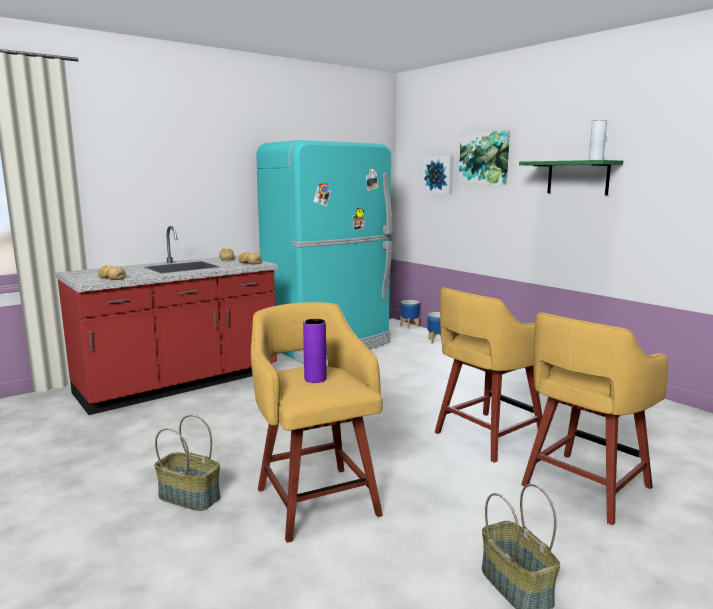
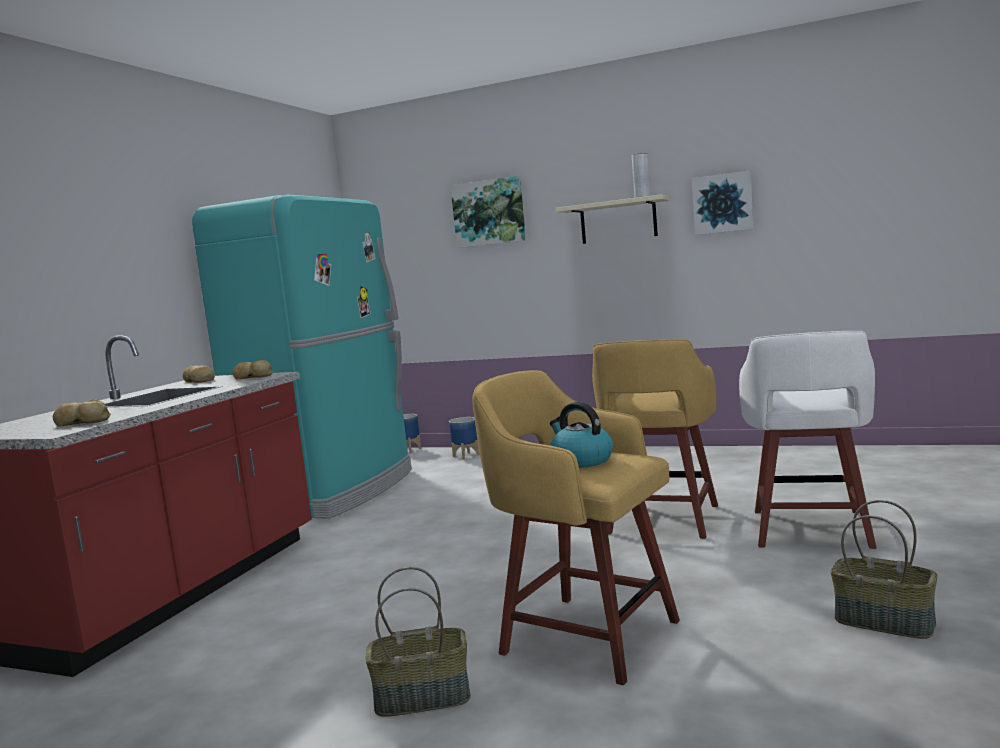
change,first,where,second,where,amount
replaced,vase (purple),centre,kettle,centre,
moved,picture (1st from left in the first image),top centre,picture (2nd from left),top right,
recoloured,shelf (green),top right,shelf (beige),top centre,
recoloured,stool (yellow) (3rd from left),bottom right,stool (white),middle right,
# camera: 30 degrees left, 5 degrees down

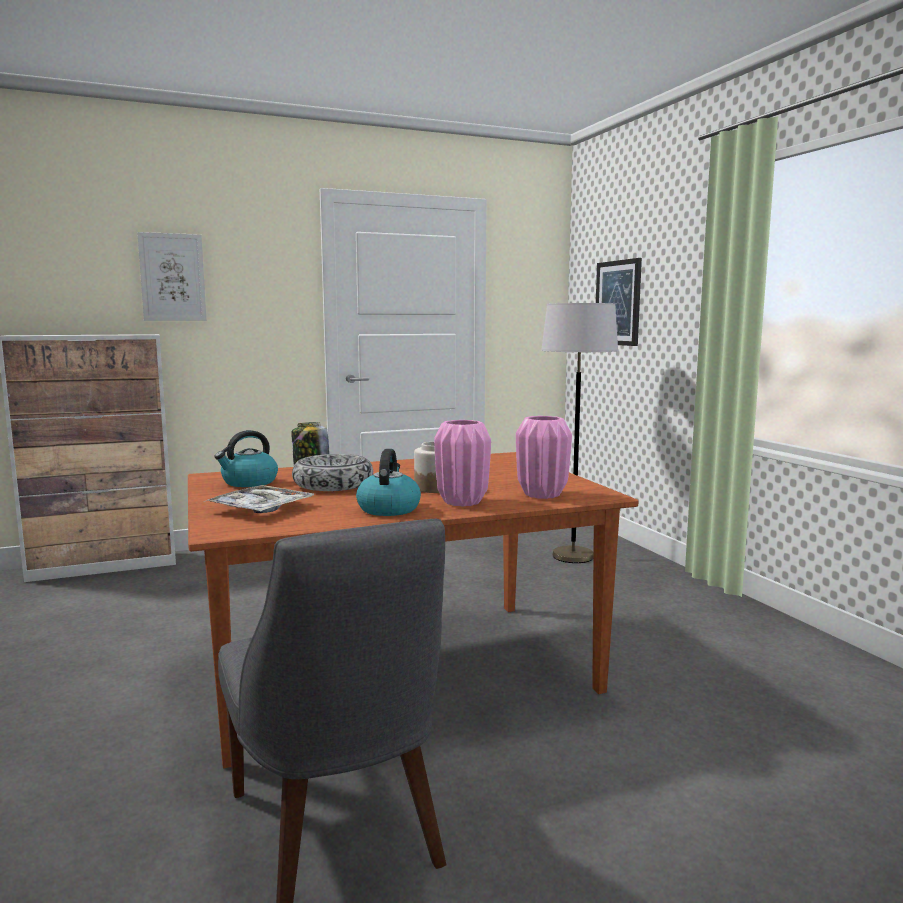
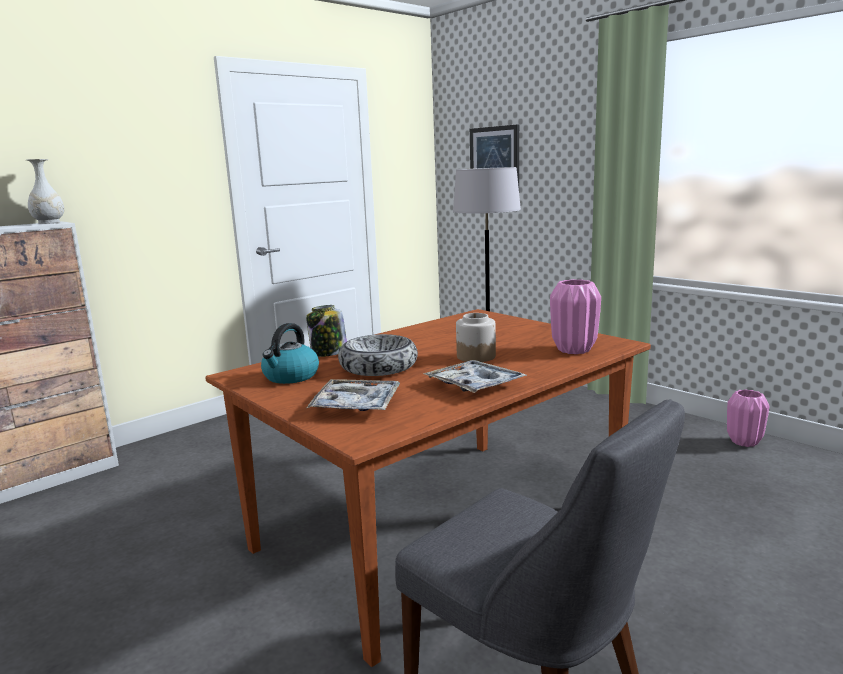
change,first,where,second,where,amount
removed,picture (1st from left),top left,,,
replaced,kettle (2nd from left),centre,tray (2nd from left),centre,
moved,vase (pink) (1st from left in the first image),centre,vase (pink) (2nd from left),middle right,
added,,,vase (white),top left,
# camera: 20 degrees left, 5 degrees up

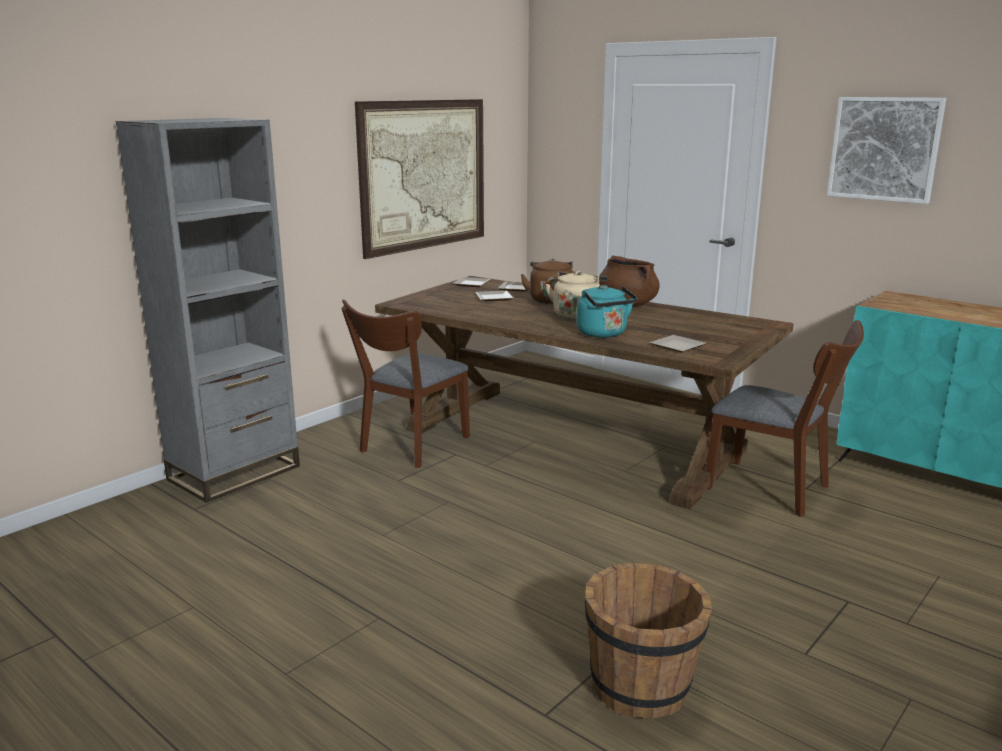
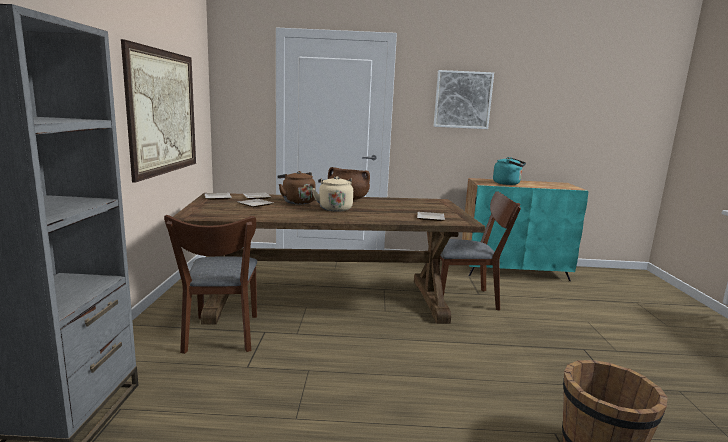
change,first,where,second,where,amount
moved,kettle (turquoise),centre,,middle right,
# camera: 40 degrees left, 5 degrees down

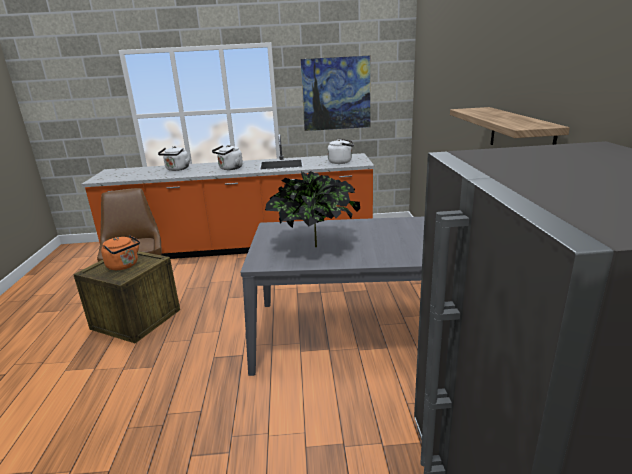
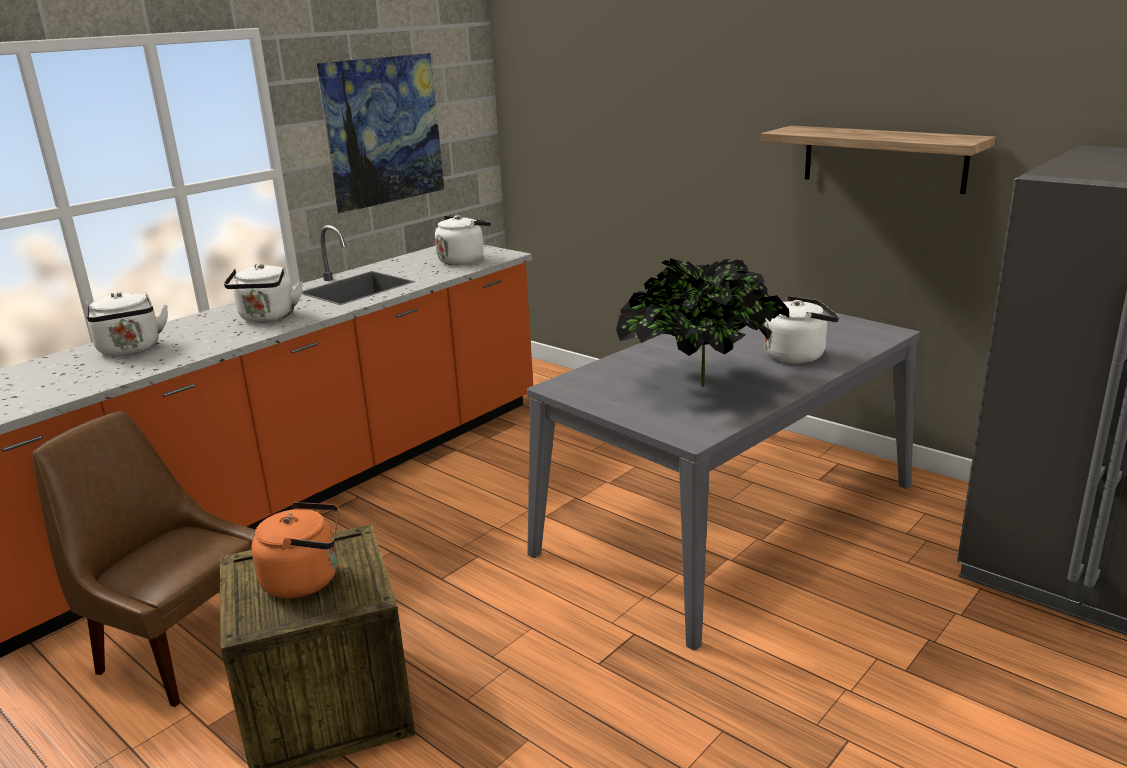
change,first,where,second,where,amount
added,,,kettle (white) (4th from left),middle right,
# camera: 45 degrees left, 0 degrees up

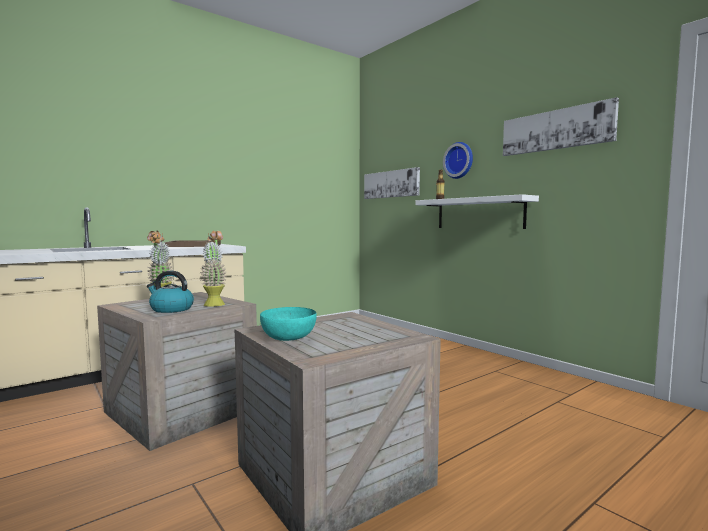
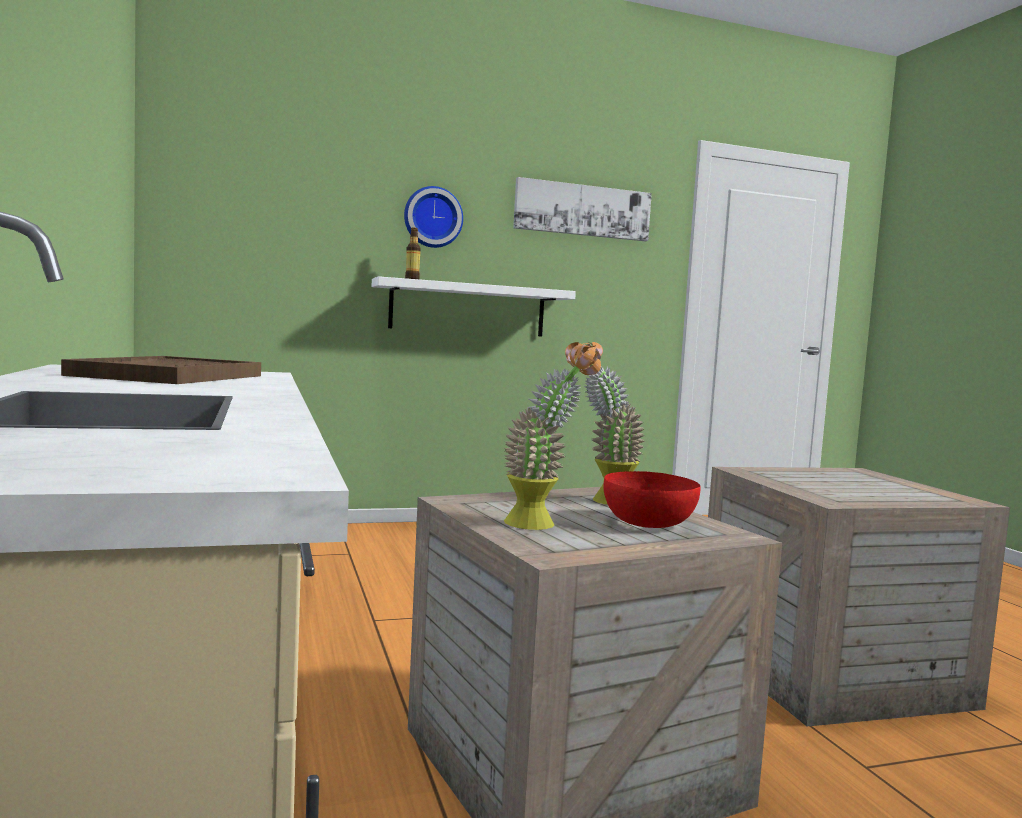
change,first,where,second,where,amount
replaced,kettle,middle left,bowl (red),centre,
removed,bowl (turquoise),centre,,,
removed,picture (1st from left),centre,,,
# camera: 70 degrees left, 0 degrees up

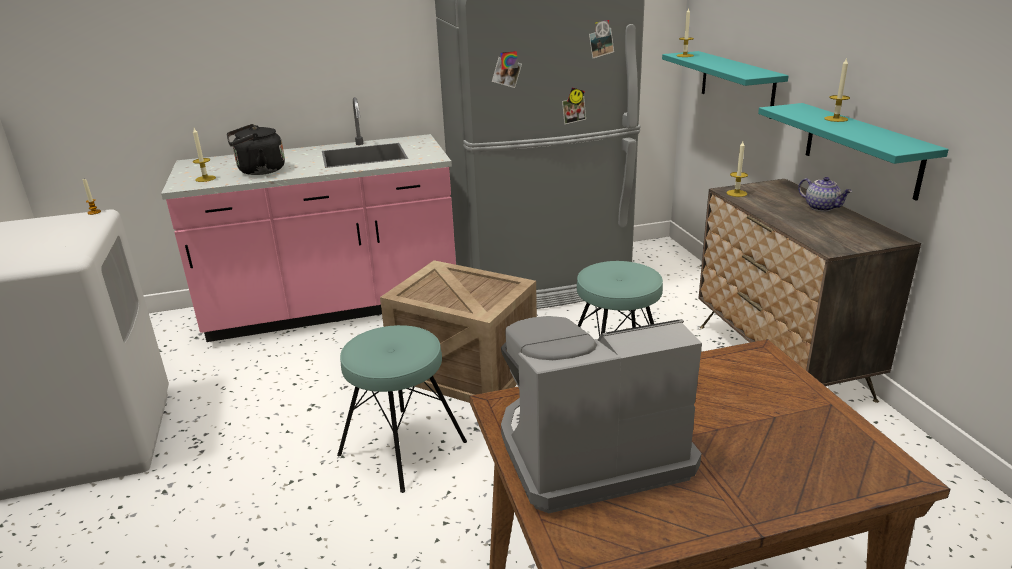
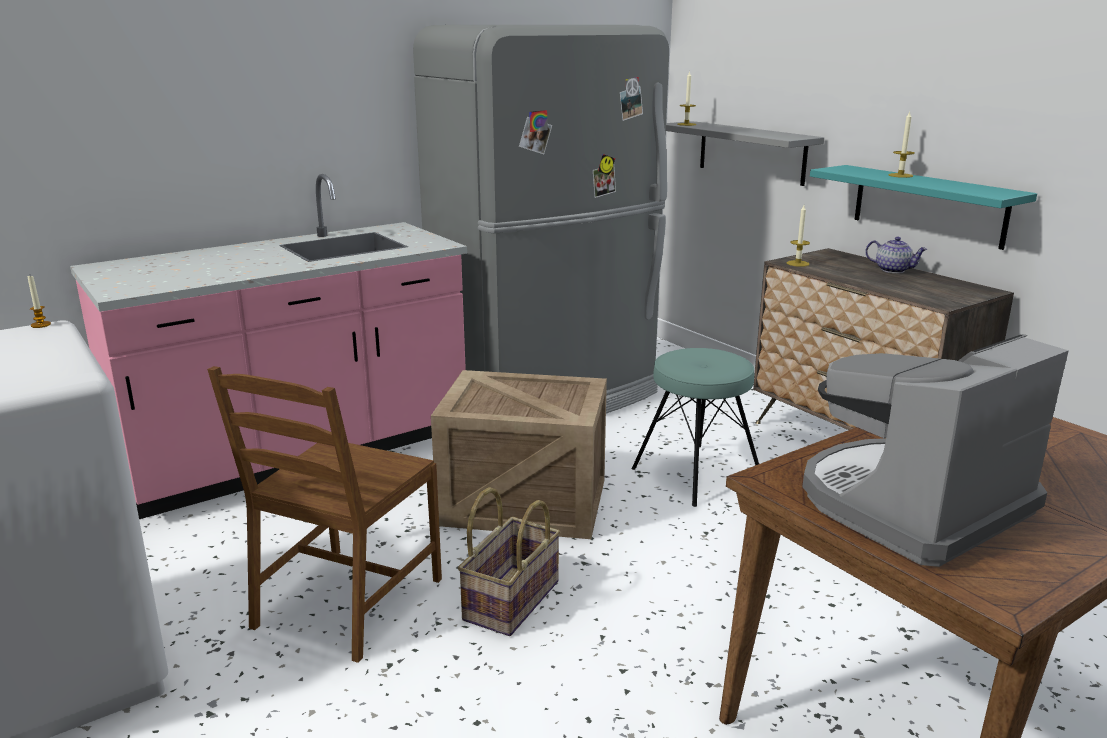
change,first,where,second,where,amount
removed,candle (2nd from left),top left,,,
removed,kettle (black),top left,,,
replaced,stool (turquoise) (1st from left),bottom centre,basket,bottom centre,
recoloured,shelf (turquoise) (1st from left),top right,shelf (grey),top right,
added,,,chair (brown),bottom left,
# camera: 20 degrees left, 5 degrees down

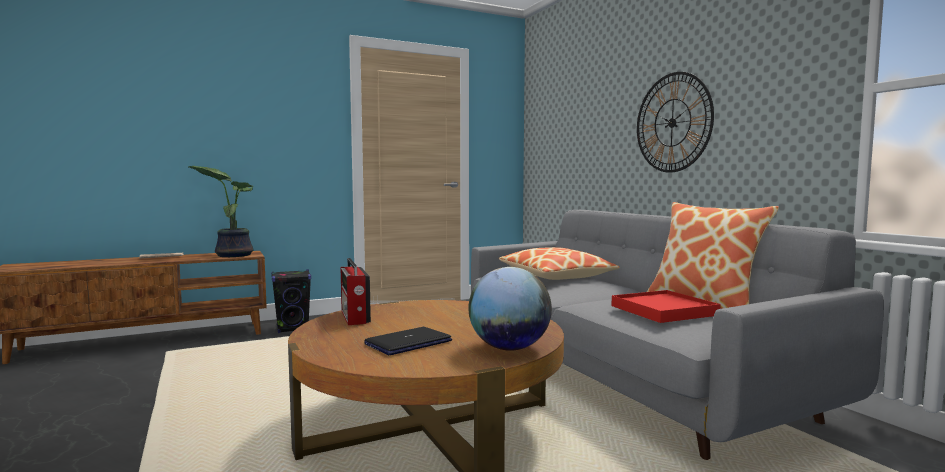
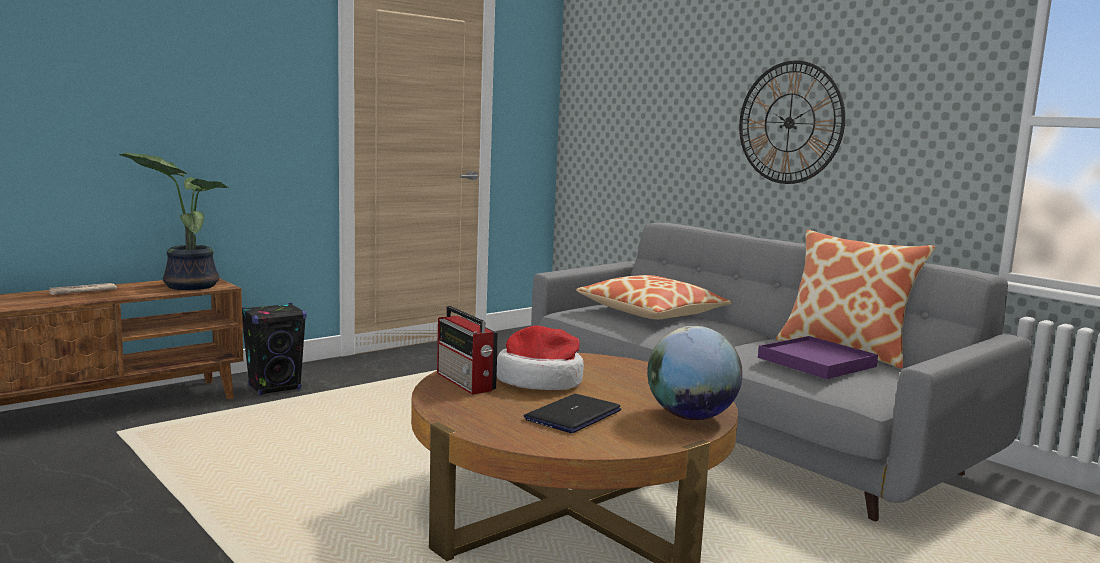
change,first,where,second,where,amount
recoloured,tray (red),middle right,tray (purple),middle right,
added,,,hat,centre,
# camera: 15 degrees left, 5 degrees up

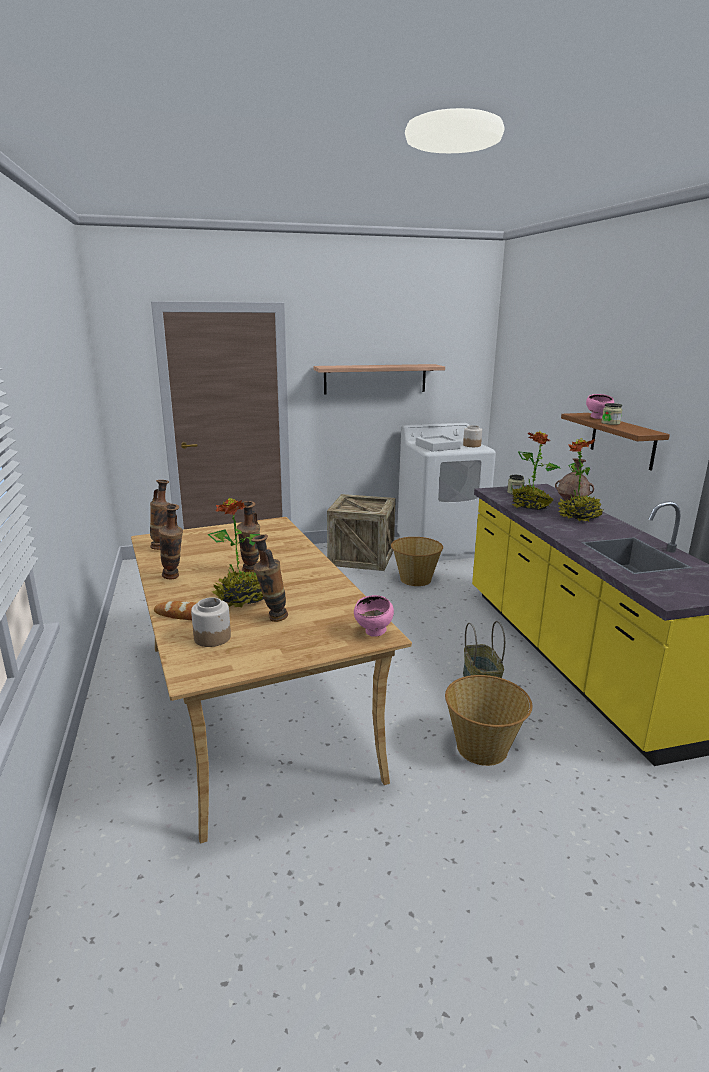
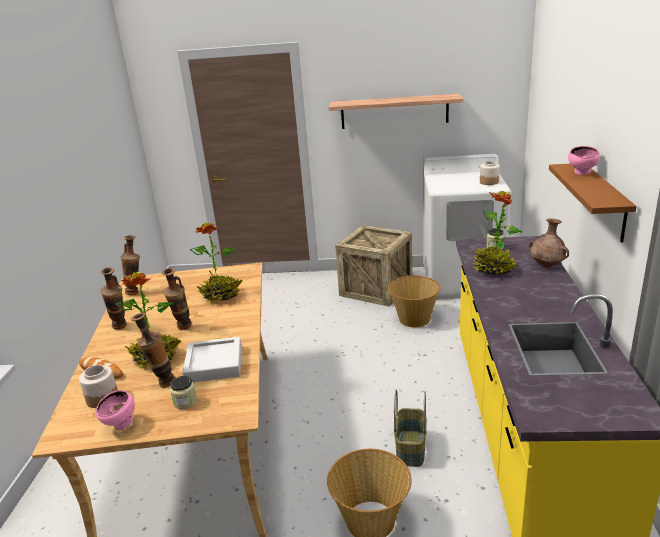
change,first,where,second,where,amount
moved,bowl (pink) (1st from left),centre,,bottom left,
moved,tray (grey),centre,,bottom left,
moved,potted plant (3rd from left in the first image),middle right,potted plant (2nd from left),middle left,
moved,jar (4th from left in the first image),middle right,jar (2nd from left),bottom left,
# camera: 20 degrees right, 5 degrees up

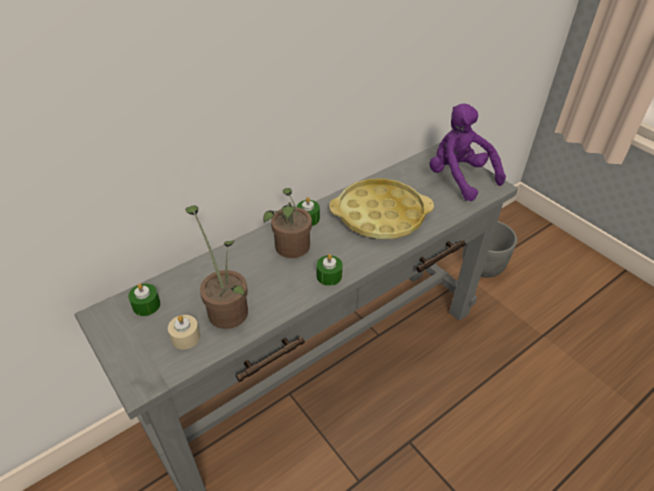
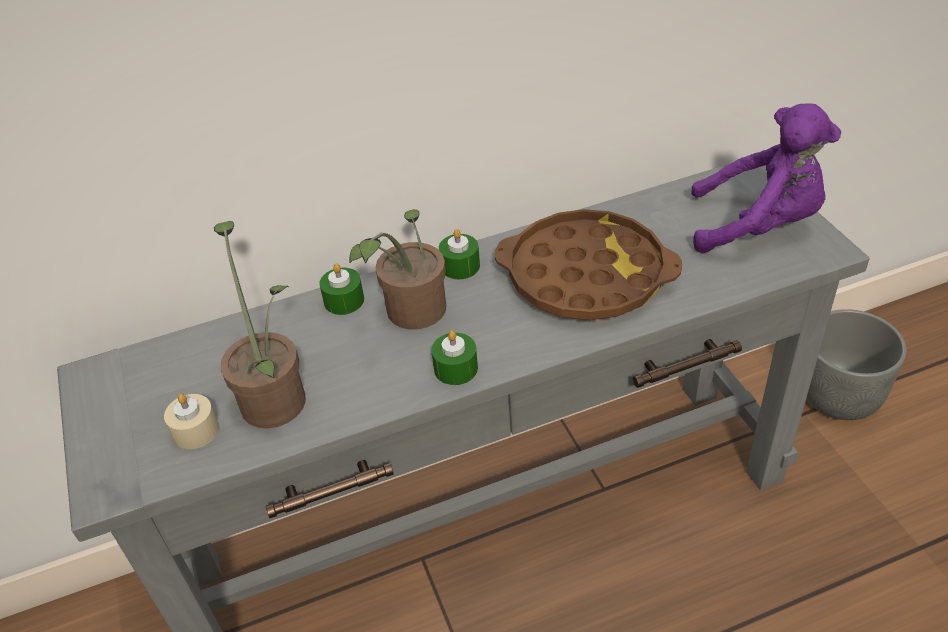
change,first,where,second,where,amount
moved,candle (green) (1st from left),middle left,,centre,
recoloured,tray (yellow),centre,tray (brown),centre,
turned,plush toy (purple),top right,,top right,120 degrees clockwise
# camera: 20 degrees right, 0 degrees up

